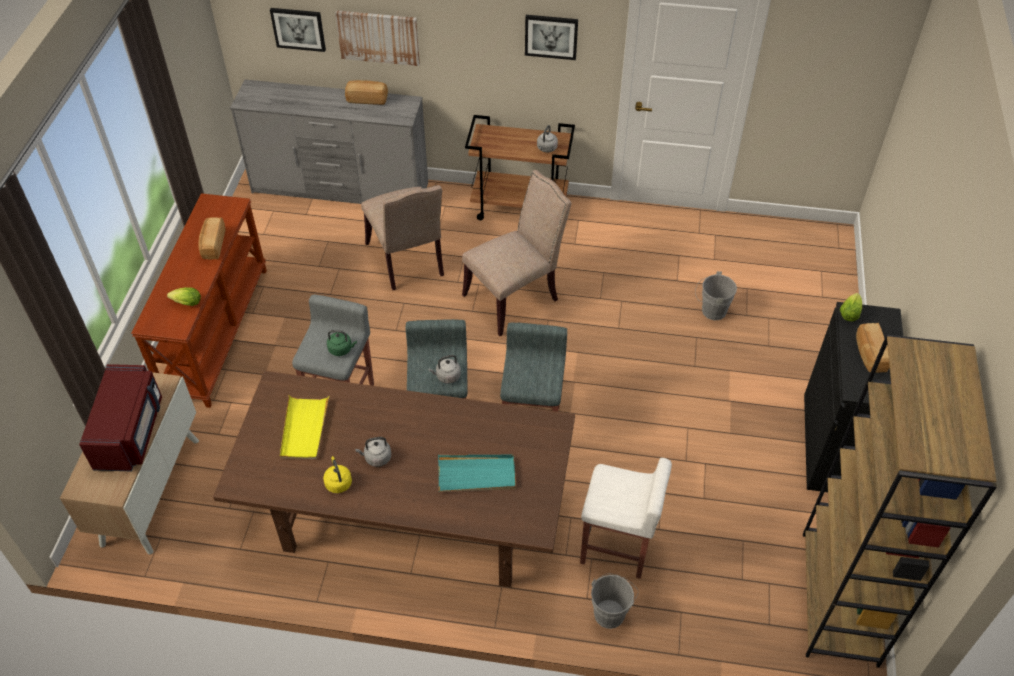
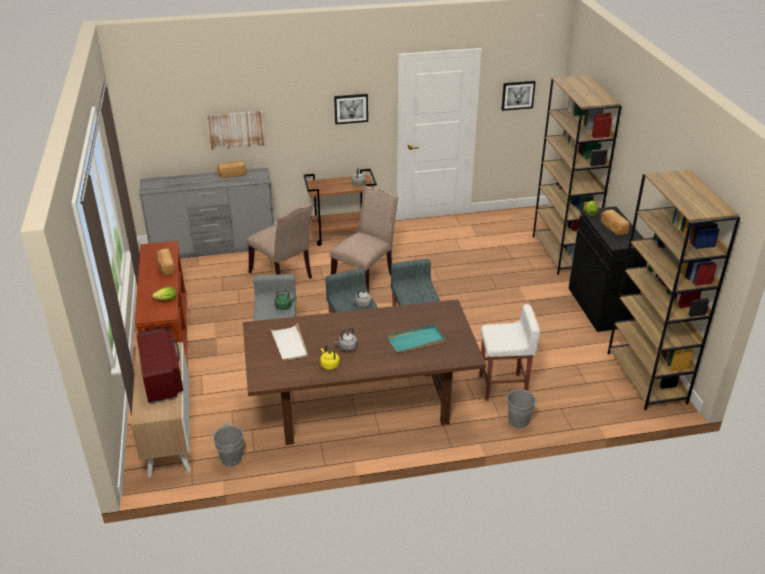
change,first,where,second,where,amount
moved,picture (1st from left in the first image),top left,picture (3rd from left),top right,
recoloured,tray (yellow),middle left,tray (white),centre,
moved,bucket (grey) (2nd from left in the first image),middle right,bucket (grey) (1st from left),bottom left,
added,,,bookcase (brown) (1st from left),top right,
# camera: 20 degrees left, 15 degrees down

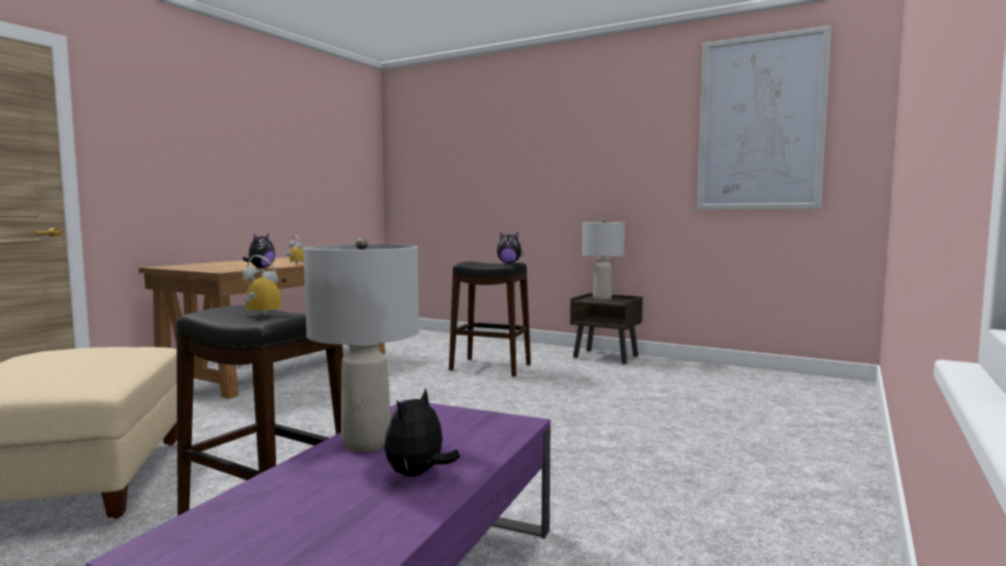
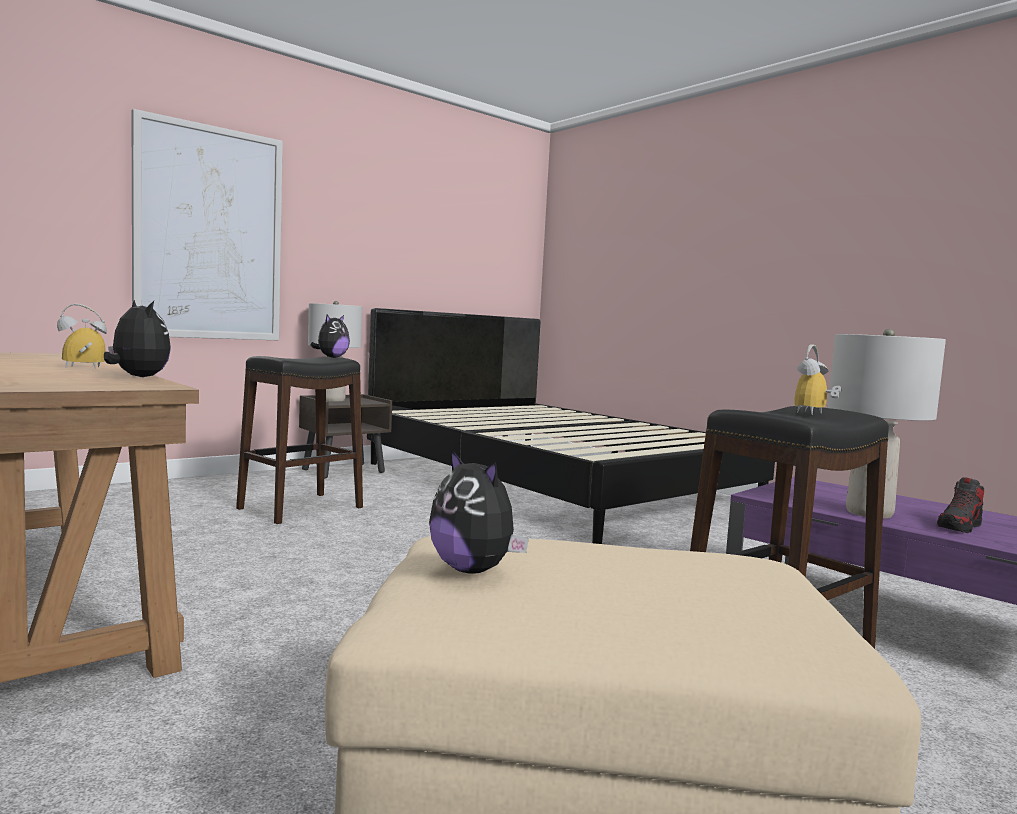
change,first,where,second,where,amount
moved,plush toy (2nd from left in the first image),bottom centre,plush toy (3rd from left),centre,
moved,picture,top right,,top left,
added,,,bed (black),centre,
added,,,shoe,middle right,
# camera: 70 degrees left, 0 degrees up

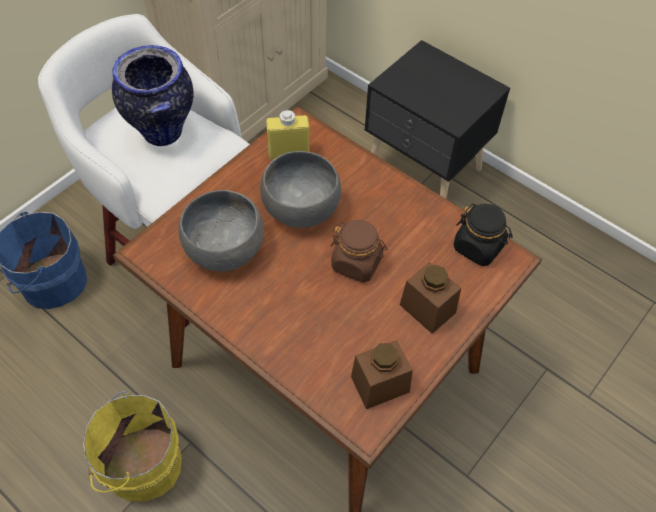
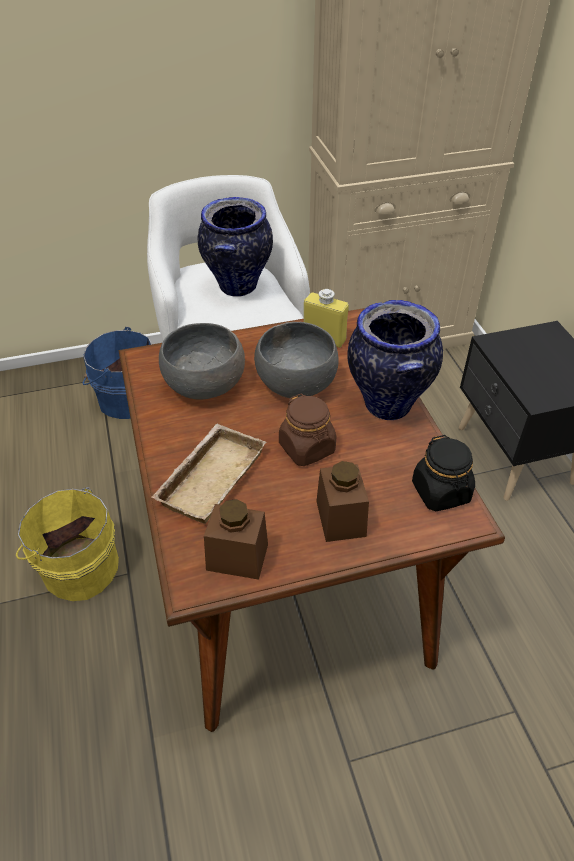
change,first,where,second,where,amount
added,,,tray (beige),centre,
added,,,vase (2nd from left),middle right,
# camera: 35 degrees right, 10 degrees down

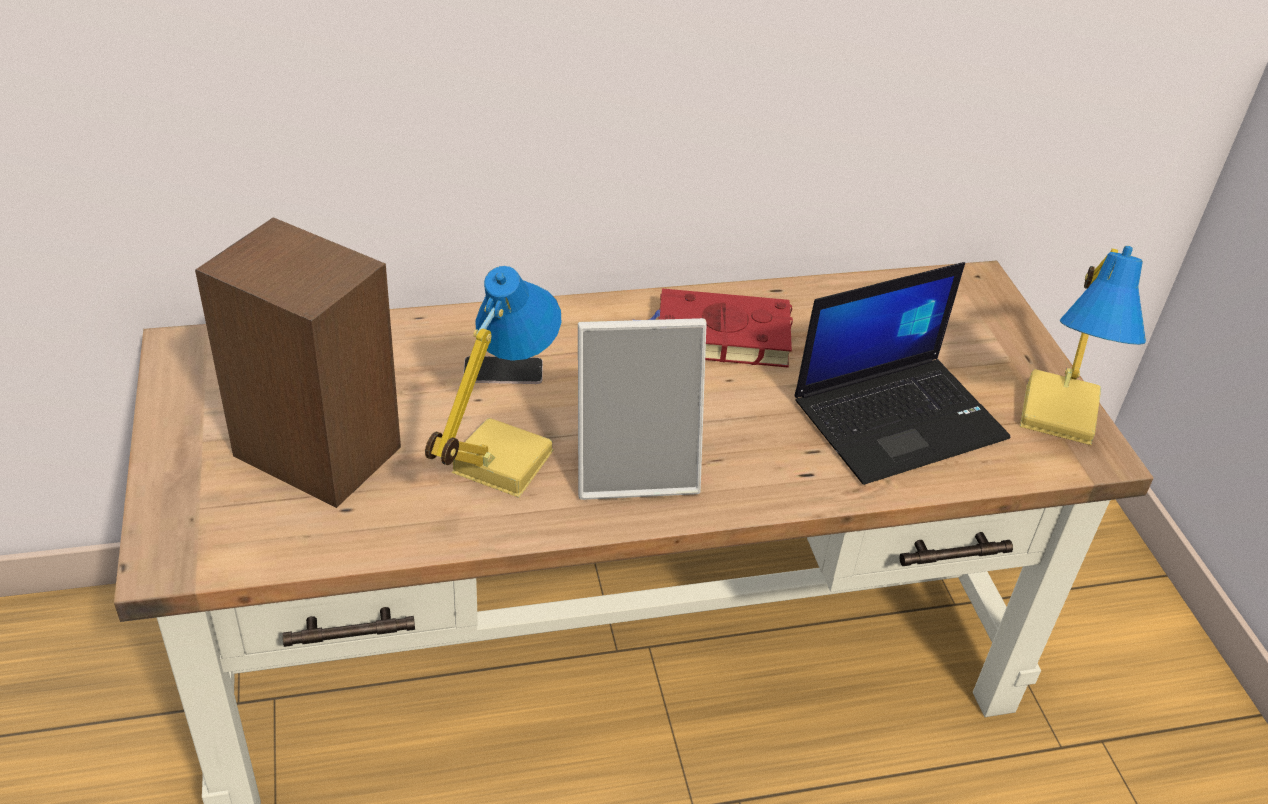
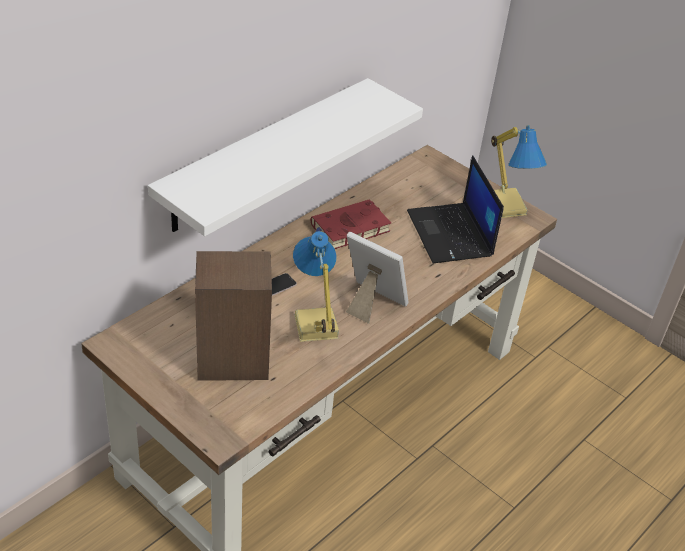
change,first,where,second,where,amount
turned,picture frame,centre,,centre,105 degrees counterclockwise
turned,laptop,middle right,,centre,135 degrees clockwise
added,,,shelf (white),top centre,
# camera: 35 degrees left, 0 degrees up

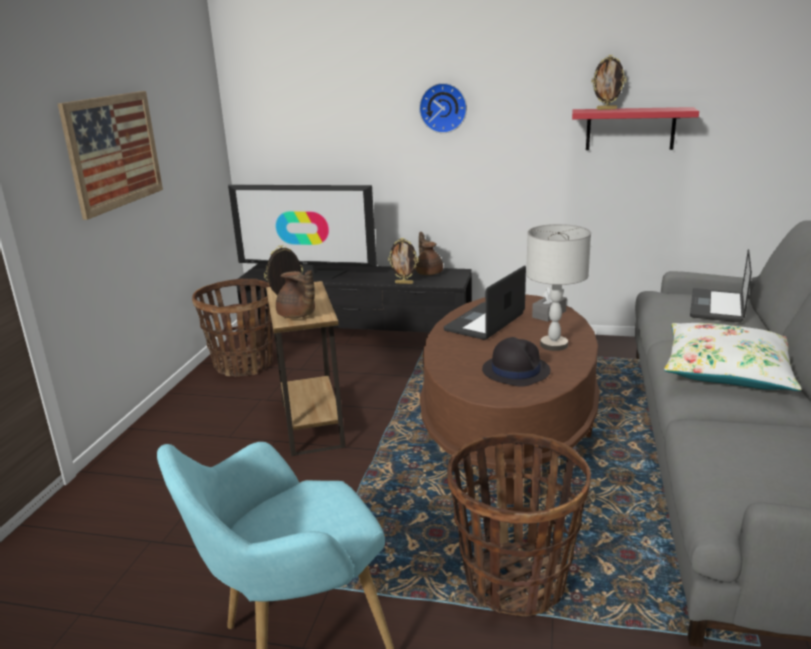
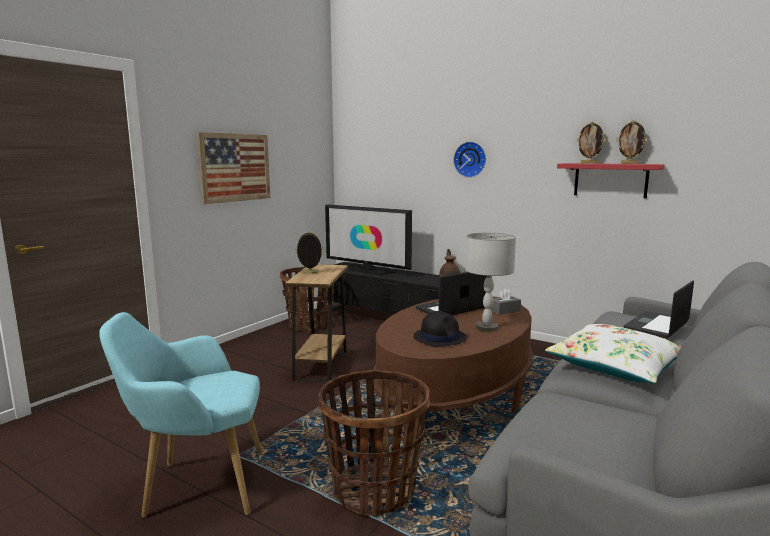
change,first,where,second,where,amount
removed,teapot (brown) (1st from left),centre,,,
moved,picture frame (2nd from left in the first image),centre,picture frame (3rd from left),top right,
# camera: 20 degrees right, 10 degrees down

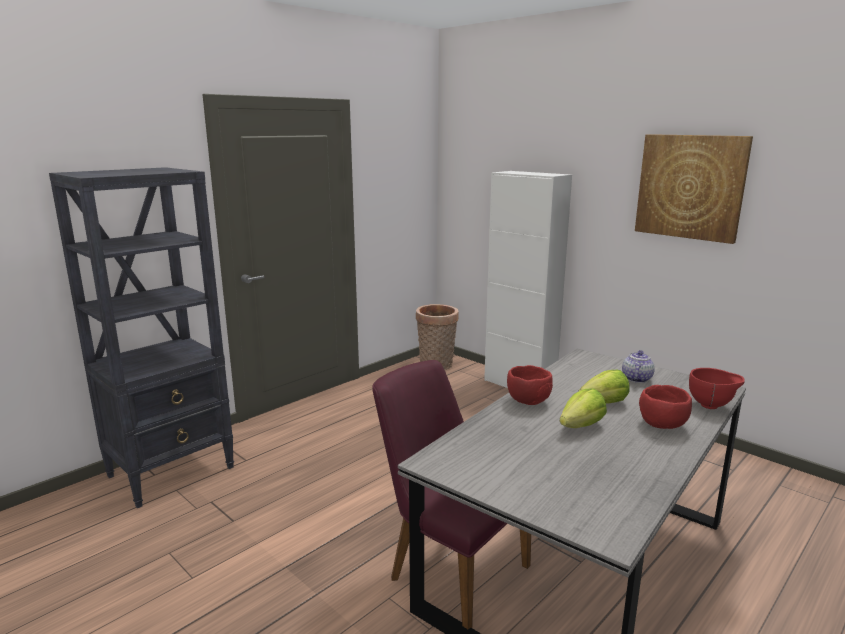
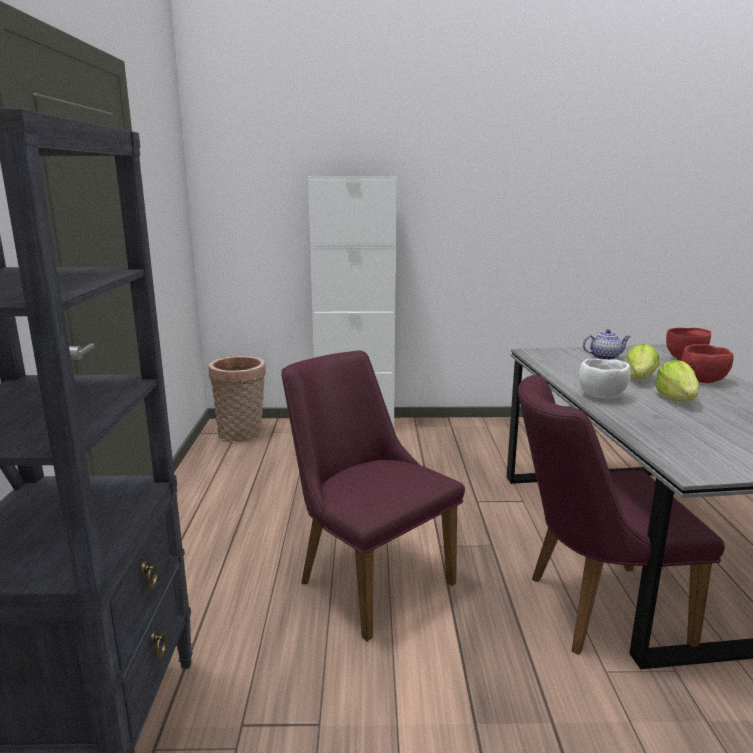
change,first,where,second,where,amount
recoloured,bowl (red) (1st from left),centre,bowl (white),middle right,
turned,teapot,middle right,,middle right,105 degrees clockwise
removed,picture,top right,,,
added,,,chair (purple) (1st from left),centre,
# camera: 45 degrees left, 0 degrees up

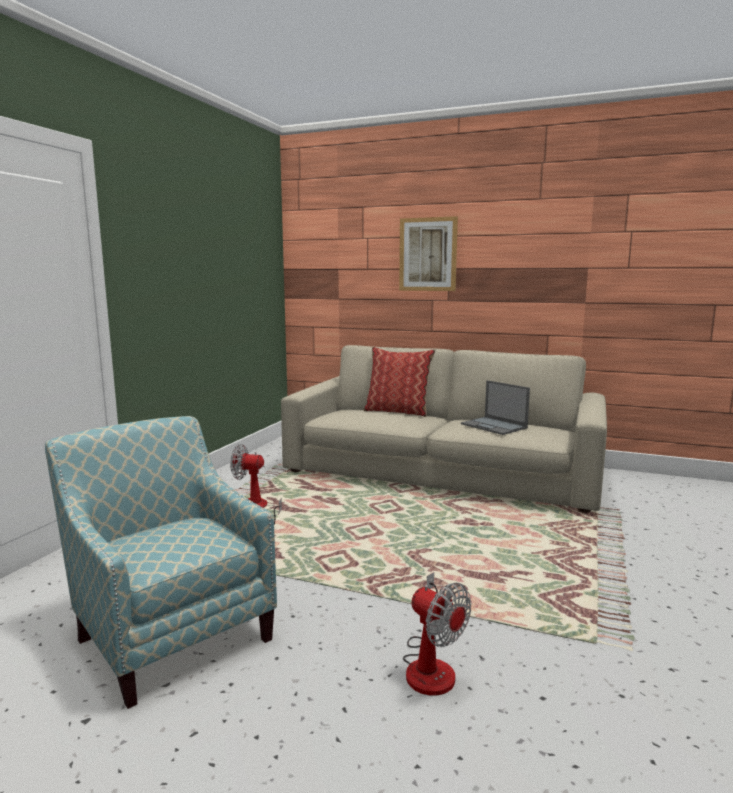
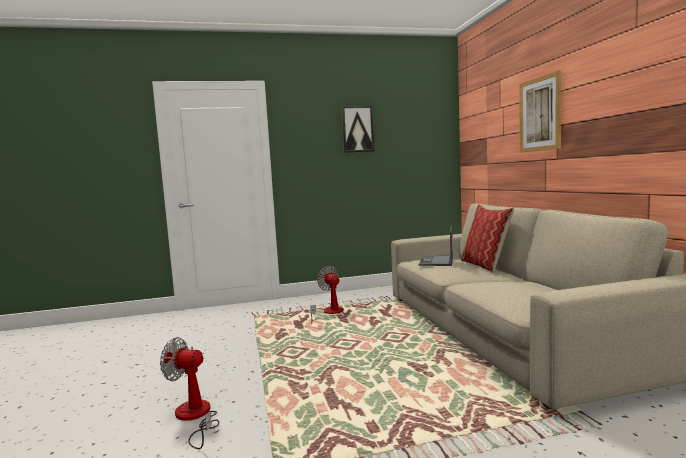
change,first,where,second,where,amount
removed,armchair,bottom left,,,
turned,fan (2nd from left in the first image),bottom centre,fan (1st from left),bottom left,90 degrees clockwise
moved,laptop,middle right,,centre,
added,,,picture (1st from left),top centre,
# camera: 55 degrees right, 5 degrees down

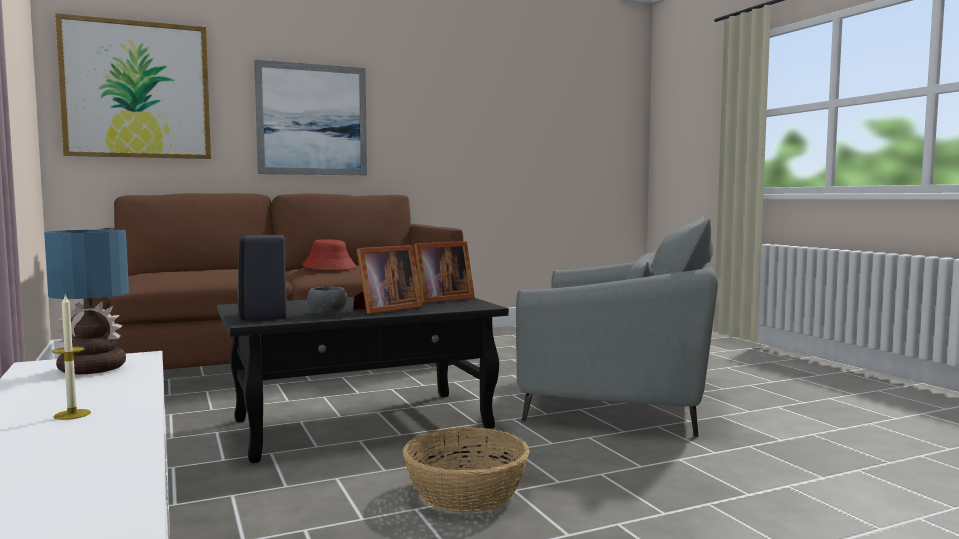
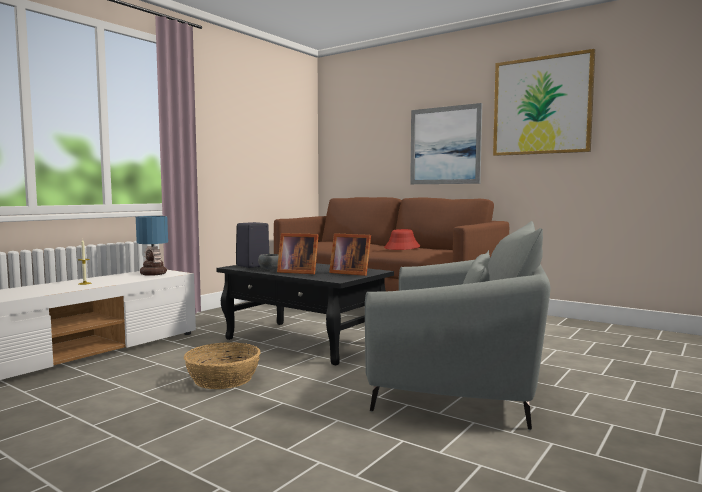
change,first,where,second,where,amount
moved,picture (1st from left in the first image),top left,picture (2nd from left),top right,
turned,armchair (grey),centre,,centre,60 degrees counterclockwise
# camera: 60 degrees right, 0 degrees up

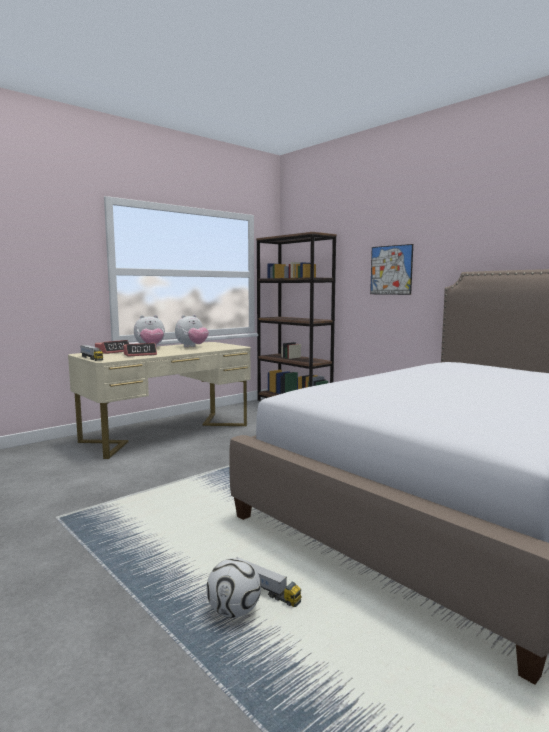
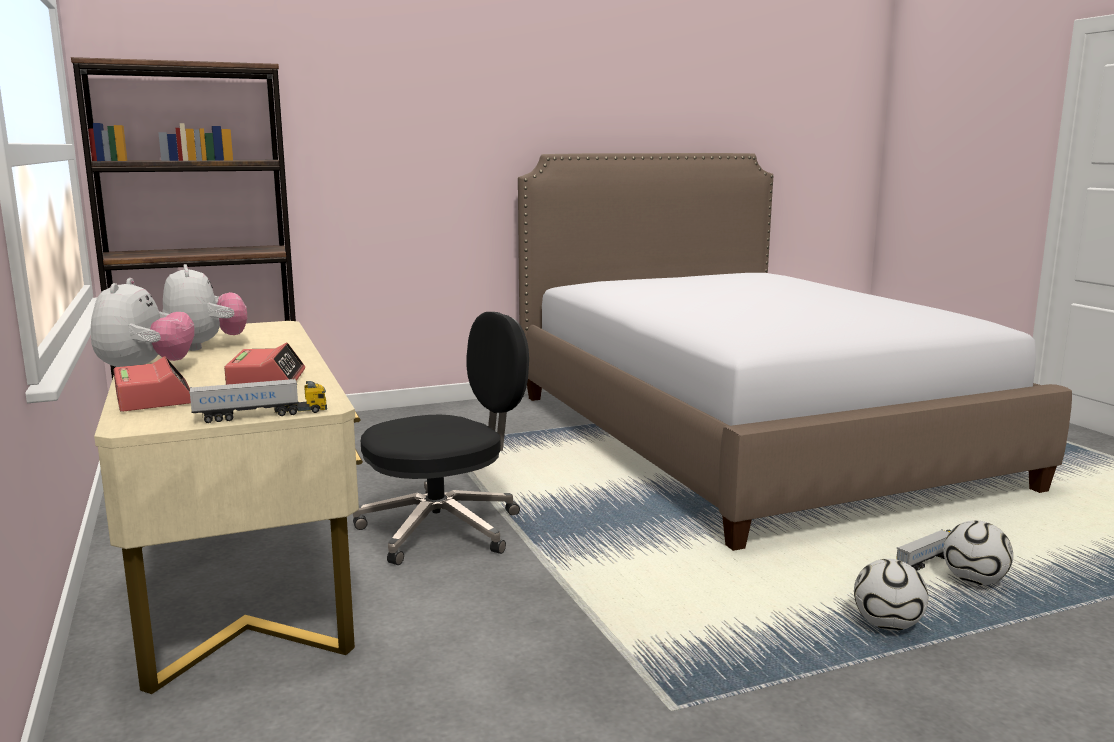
change,first,where,second,where,amount
removed,picture,middle right,,,
added,,,office chair (black),centre,
added,,,football (1st from left),bottom right,
# camera: 70 degrees left, 5 degrees up

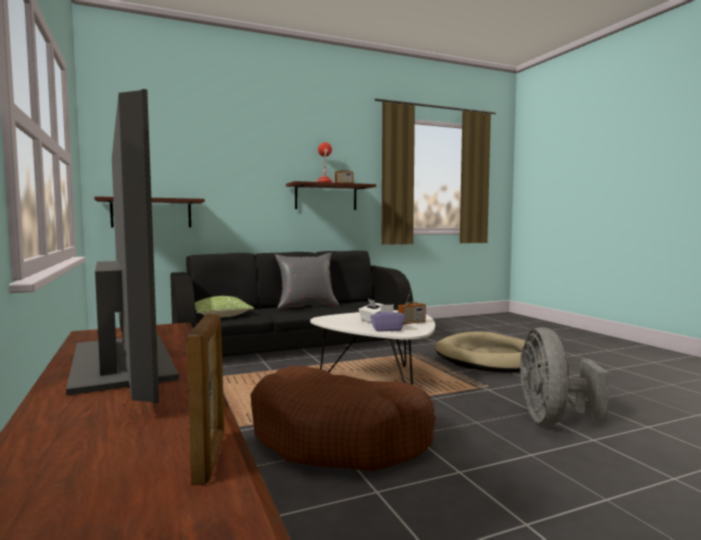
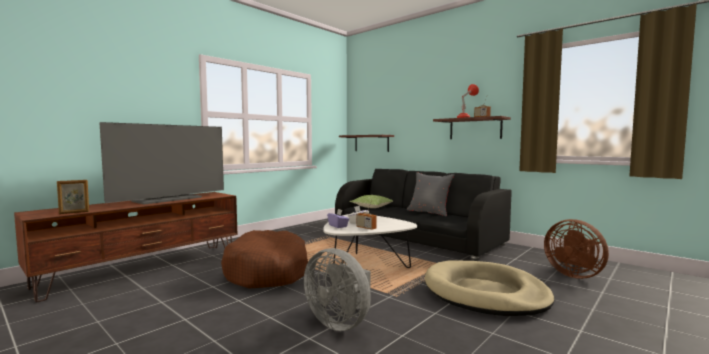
change,first,where,second,where,amount
turned,fan (grey),bottom right,,bottom centre,120 degrees counterclockwise
added,,,fan (brown),bottom right,
# camera: 65 degrees right, 0 degrees up

